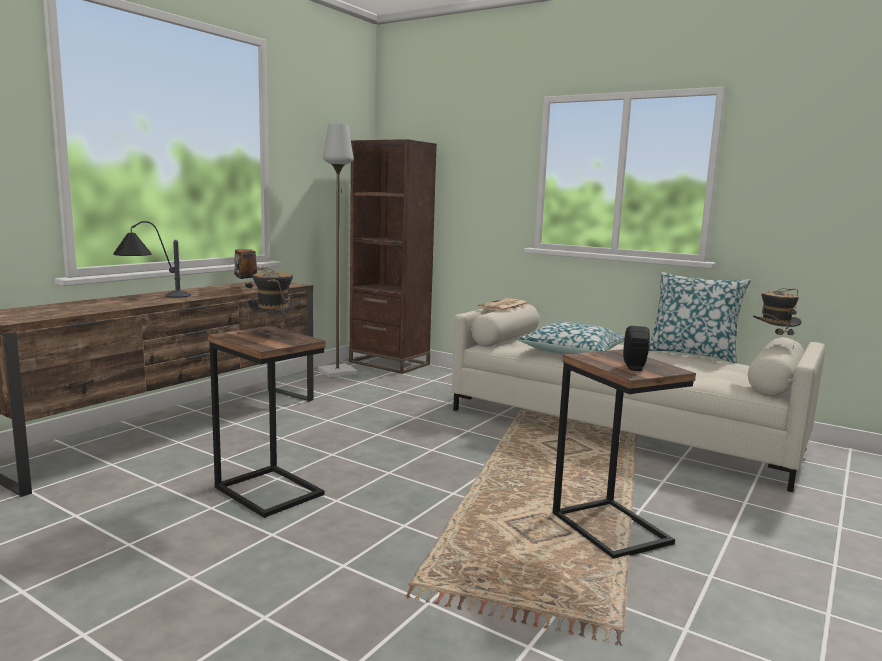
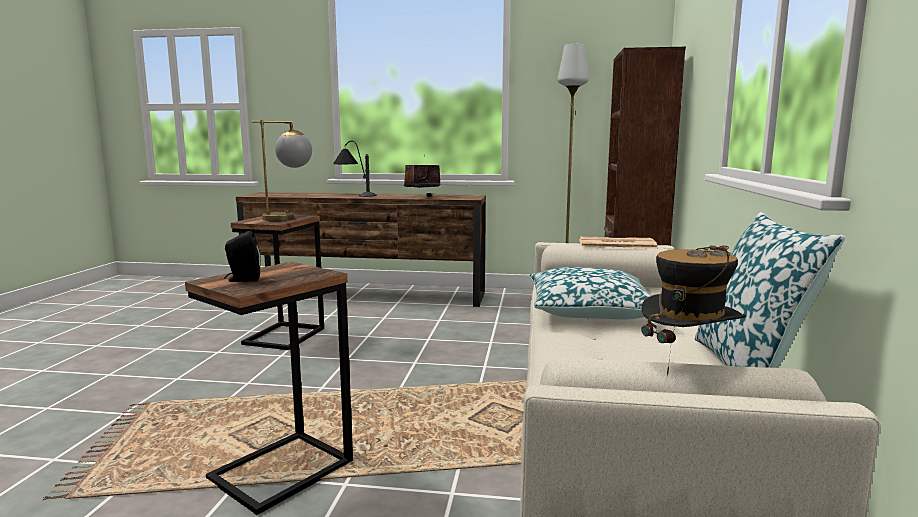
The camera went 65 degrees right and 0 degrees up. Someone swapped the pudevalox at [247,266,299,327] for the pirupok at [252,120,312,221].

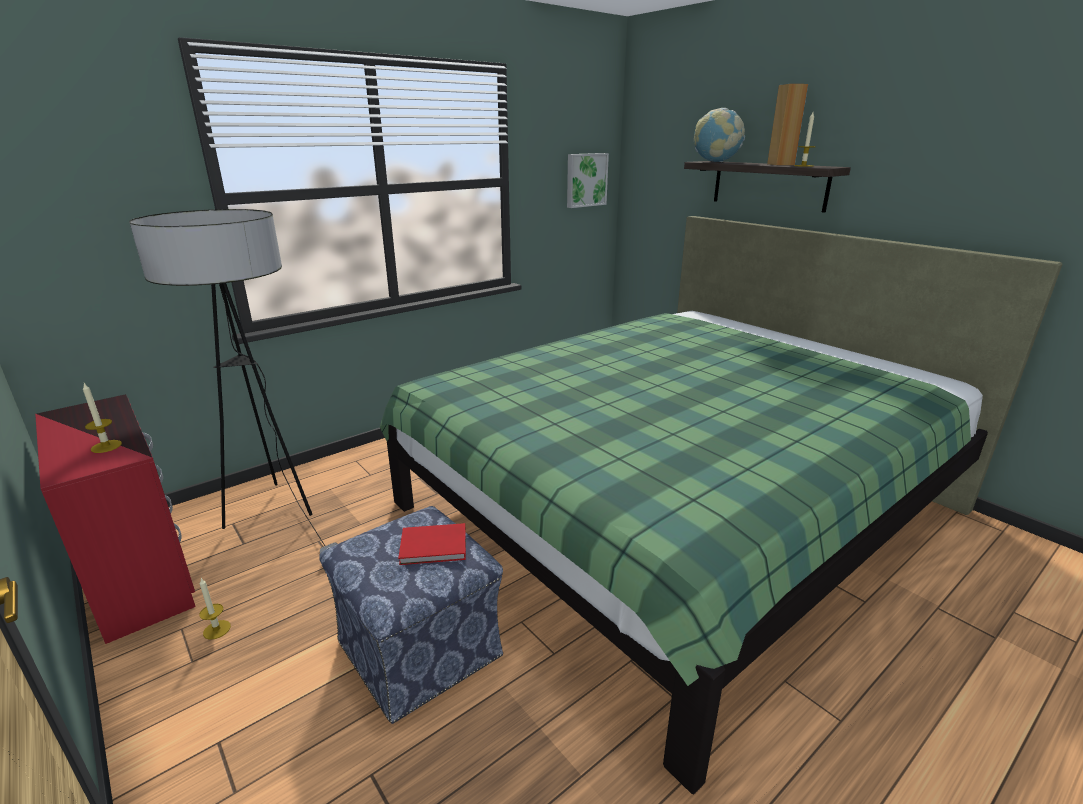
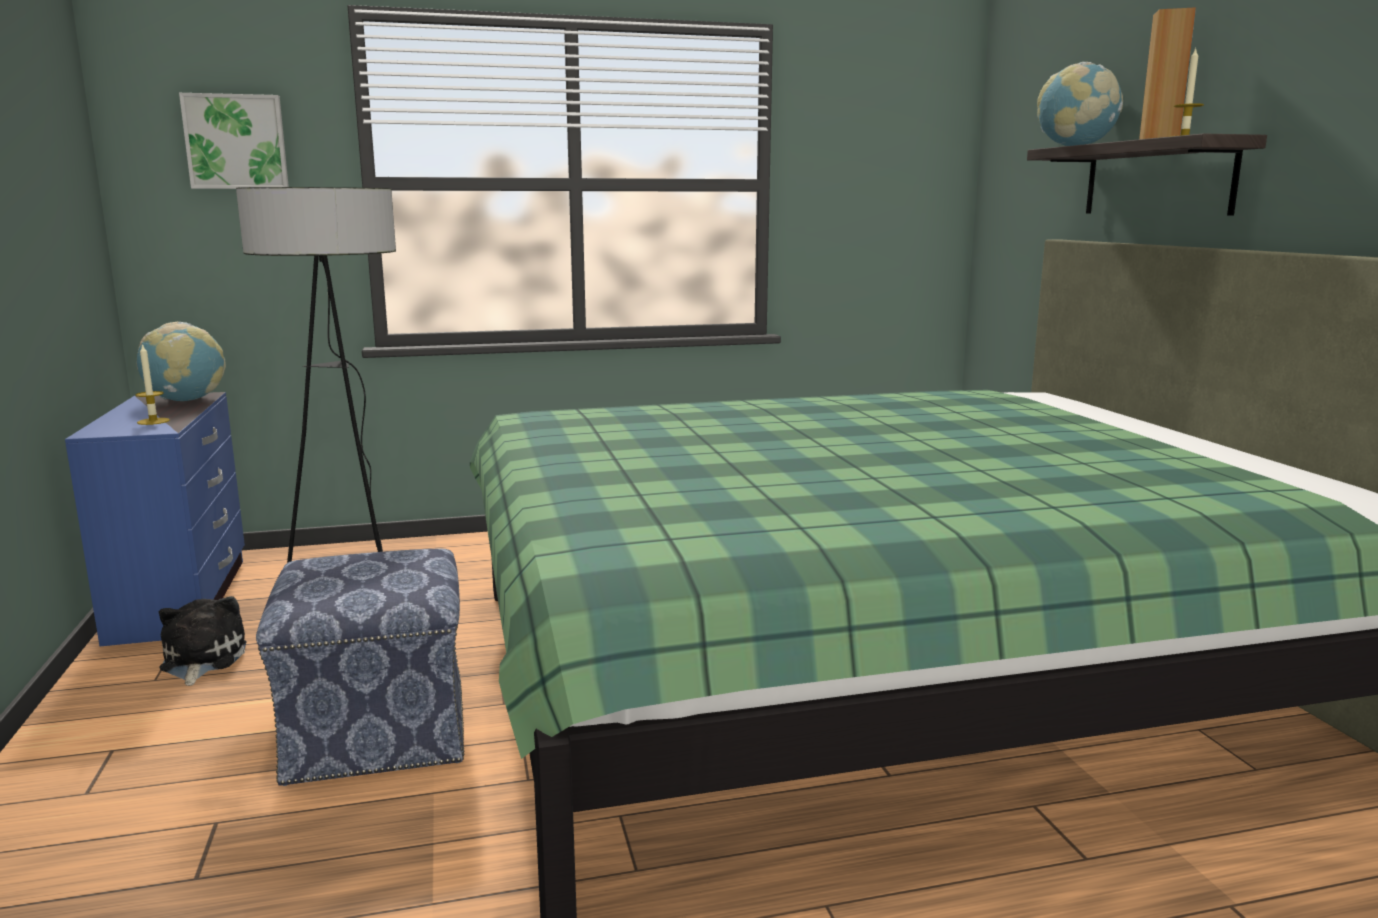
The camera went 25 degrees right and 10 degrees down. Someone repainted the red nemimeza at [35,394,196,644], which became the blue nemimeza at [65,392,245,646]. Someone put down the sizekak at [136,322,226,401]. Someone swapped the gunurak at [199,578,231,640] for the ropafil at [159,596,246,686]. Someone carried the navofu from [567,153,609,208] to [179,93,289,189]. Someone took away the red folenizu at [398,523,466,565].

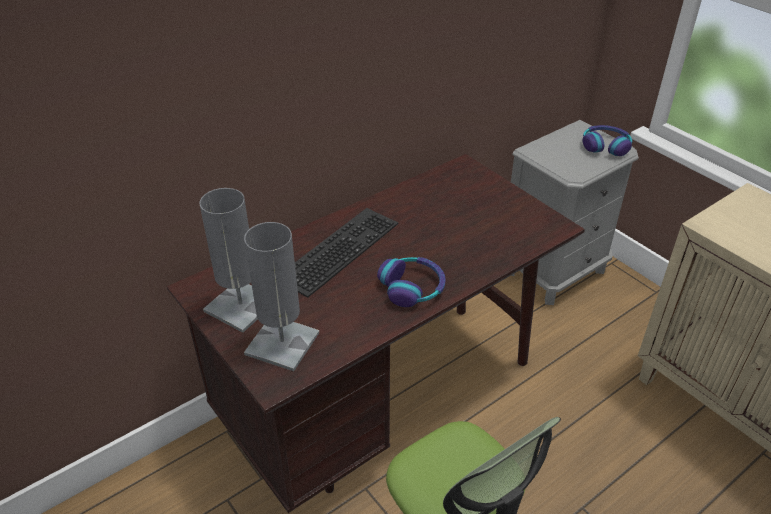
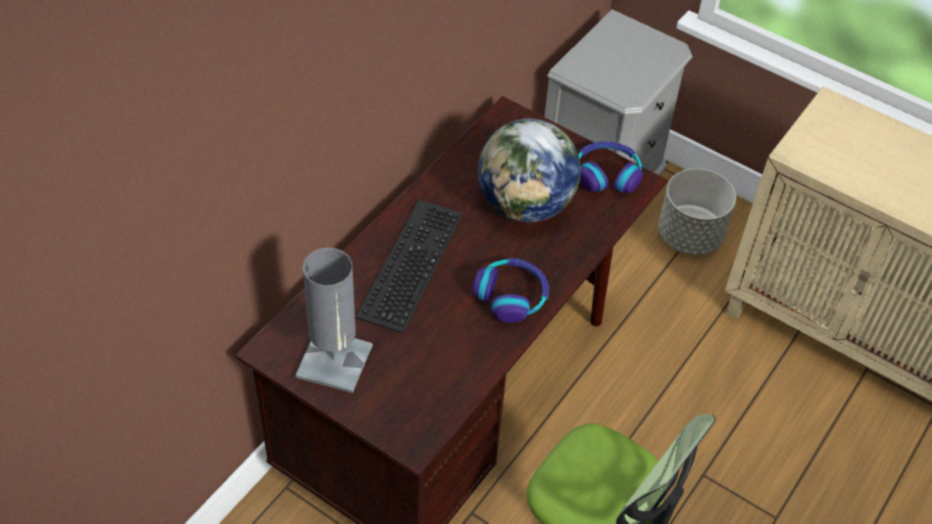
The camera went 20 degrees left and 10 degrees up. Someone put down the sizekak at [478,119,581,222]. Someone carried the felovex from [582,125,632,156] to [579,141,643,193]. Someone put down the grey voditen at [658,168,736,255]. Someone took away the grey pirupok at [244,222,319,371].

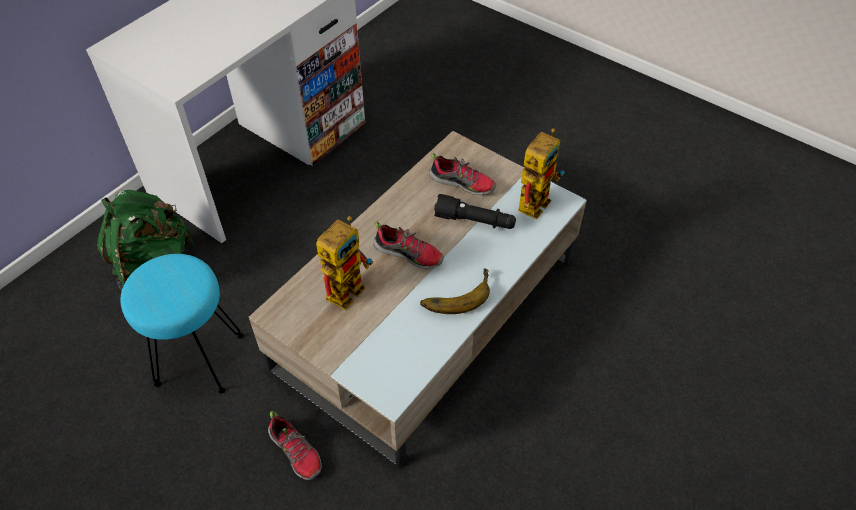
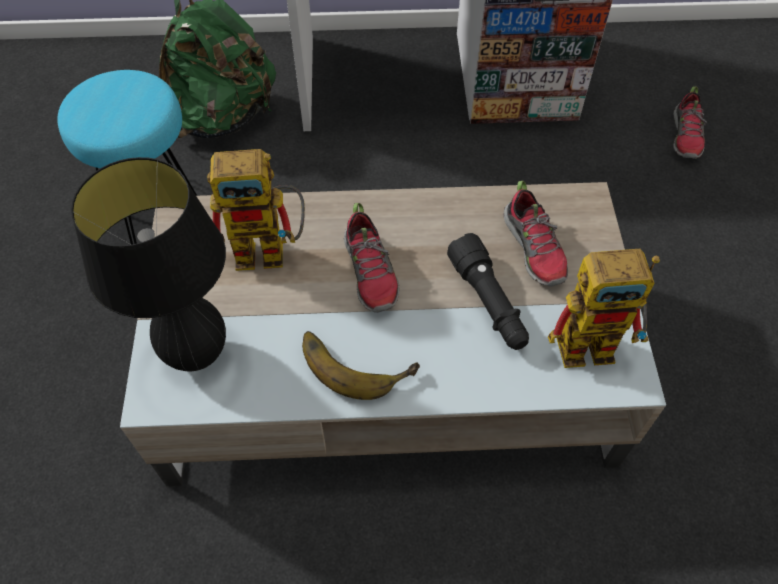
The camera went 50 degrees right and 5 degrees up. Someone put down the black pirupok at [71,157,226,371]. Someone carried the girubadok from [268,411,322,480] to [673,86,707,159].

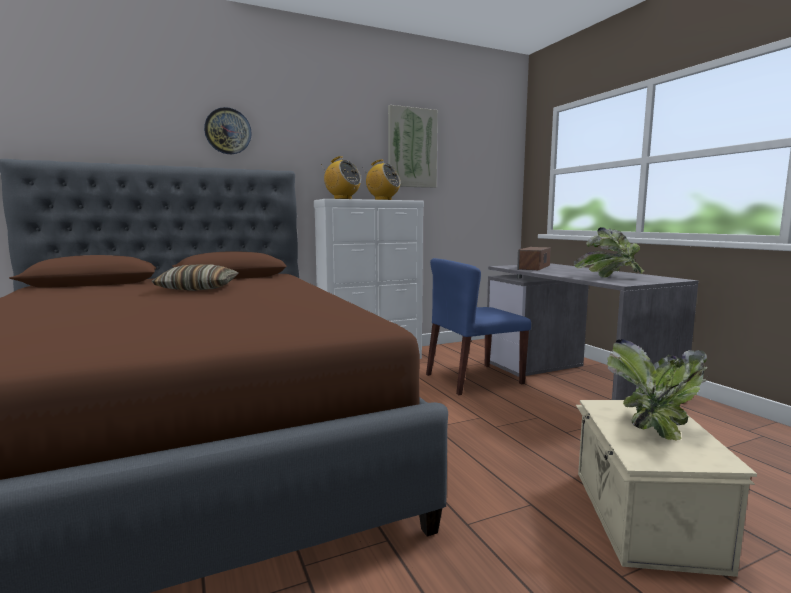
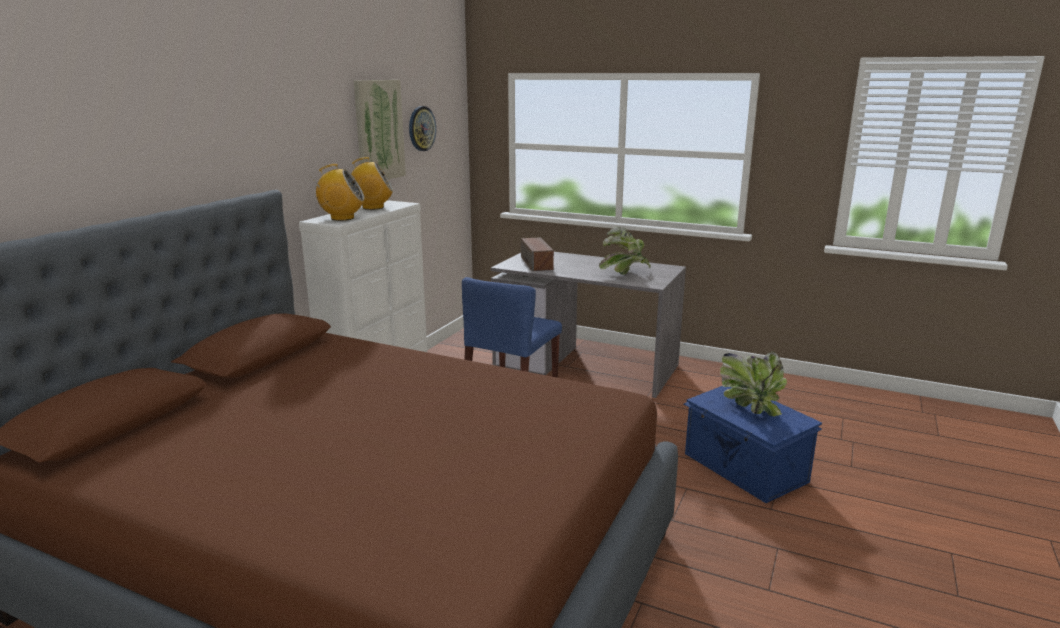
The camera went 40 degrees left and 10 degrees up. Someone carried the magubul from [204,107,252,154] to [409,106,436,151]. Someone repainted the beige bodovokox at [576,400,757,577], which became the blue bodovokox at [684,386,822,503]. Someone took away the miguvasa at [152,264,239,291].

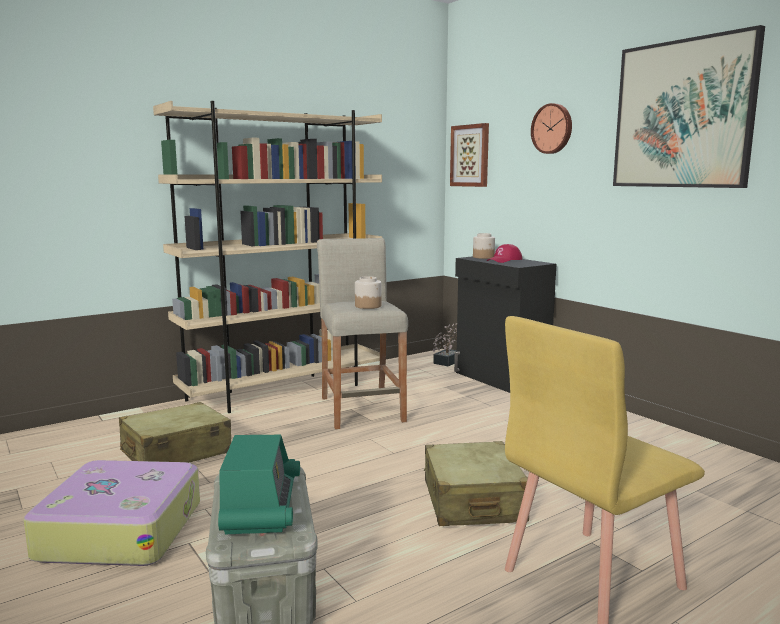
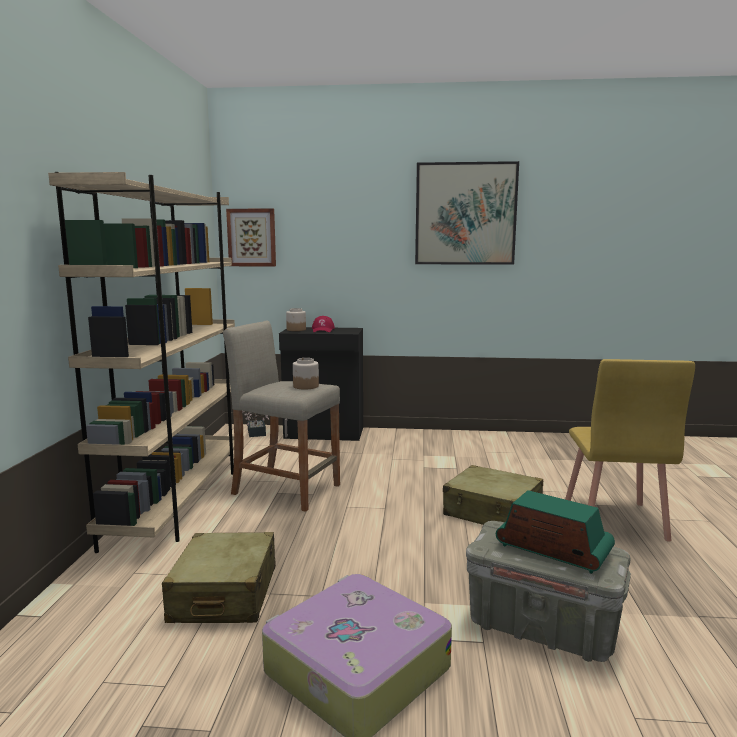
The camera went 50 degrees left and 0 degrees up. Someone took away the magubul at [531,103,572,154].

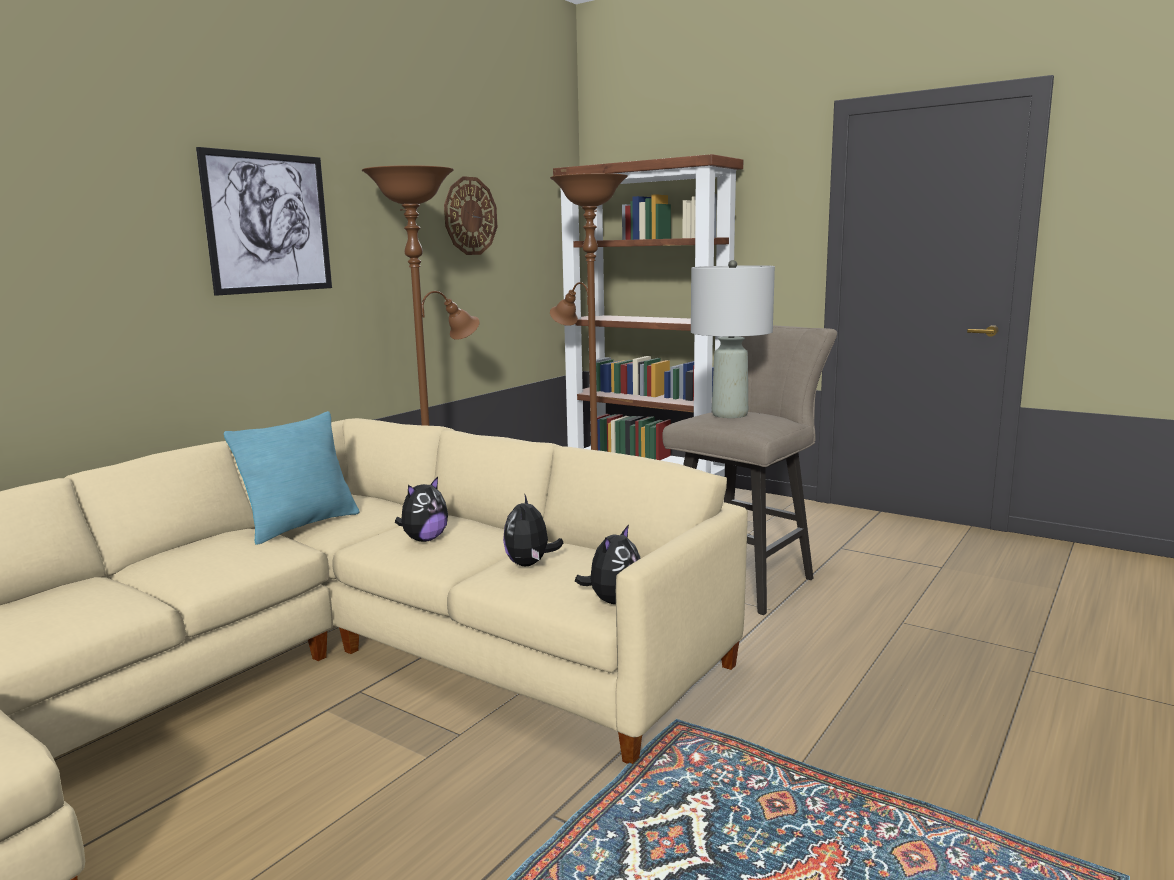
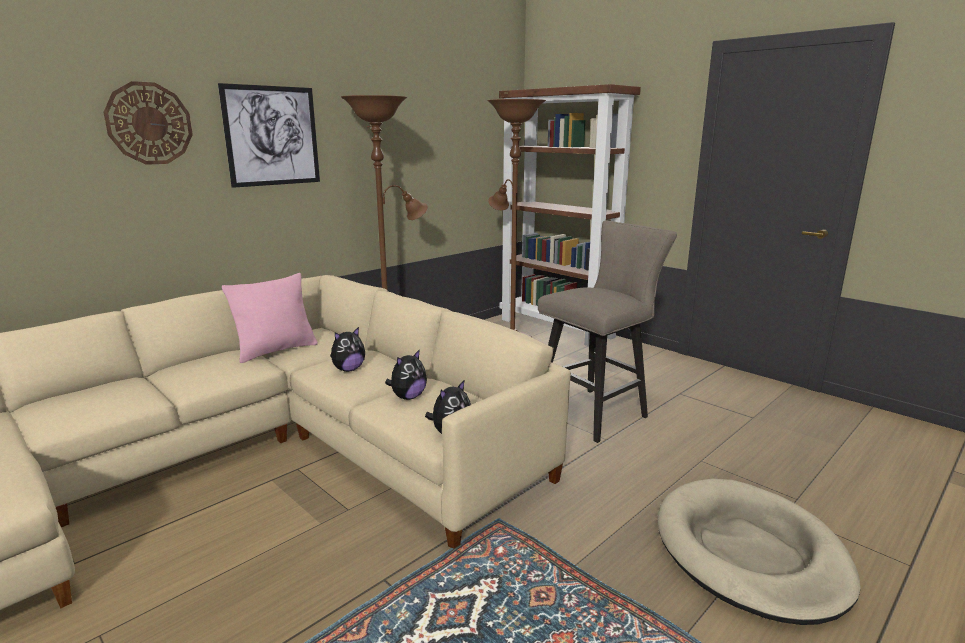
The camera went 10 degrees right and 5 degrees up. Someone carried the magubul from [444,176,497,255] to [103,81,193,165]. Someone repainted the turquoise miguvasa at [224,411,360,544], which became the pink miguvasa at [222,273,318,363]. Someone rotated the ropafil at [503,493,563,566] by 150 degrees counterclockwise. Someone put down the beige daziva at [658,479,861,625]. Someone took away the grey pirupok at [691,260,775,418].

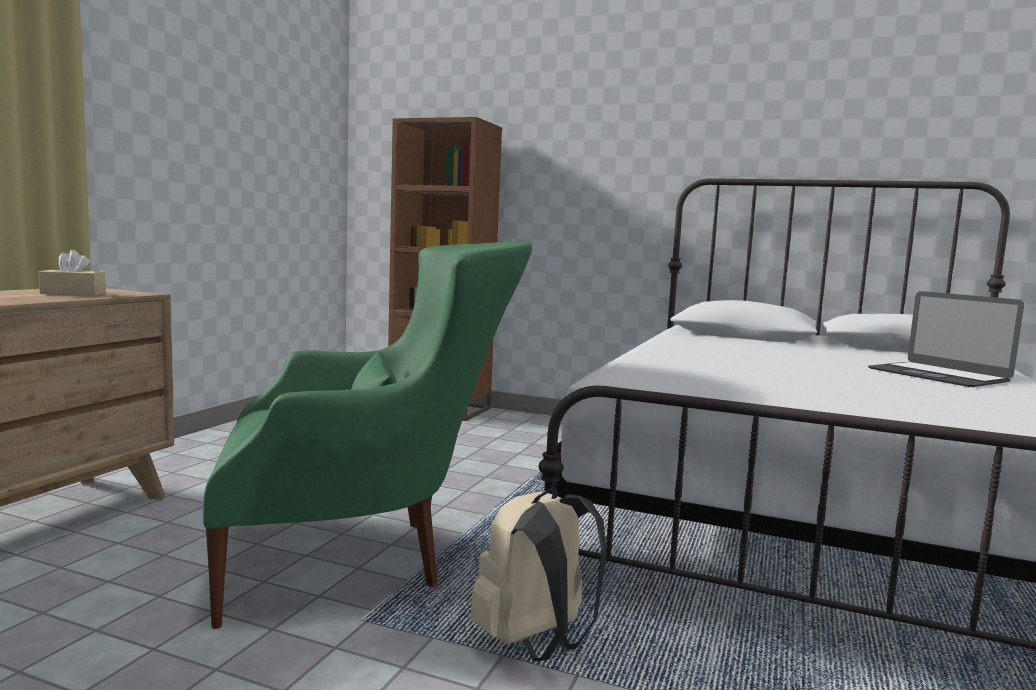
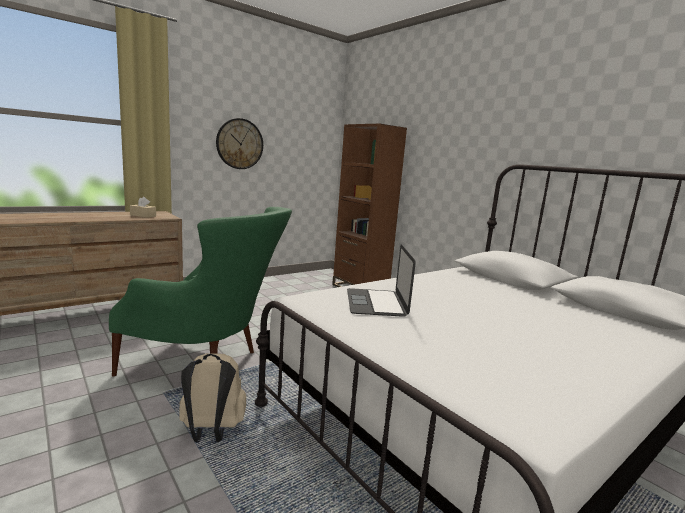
The camera went 30 degrees right and 5 degrees up. Someone put up the magubul at [216,118,263,169]. Someone carried the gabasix from [868,291,1024,387] to [347,244,416,317].

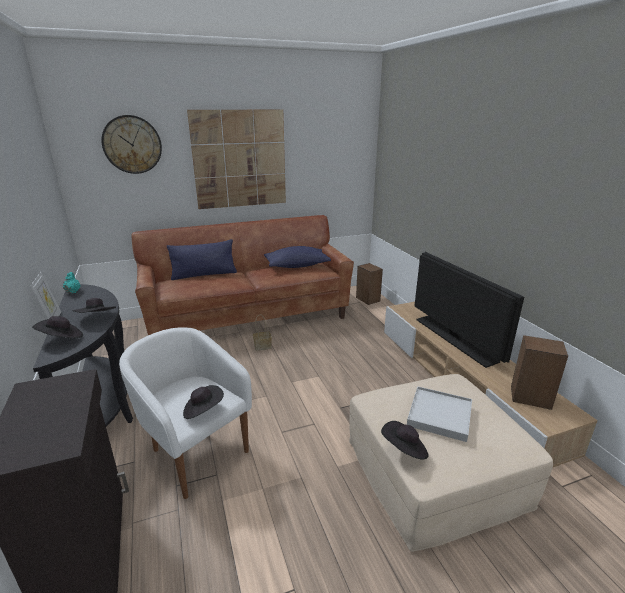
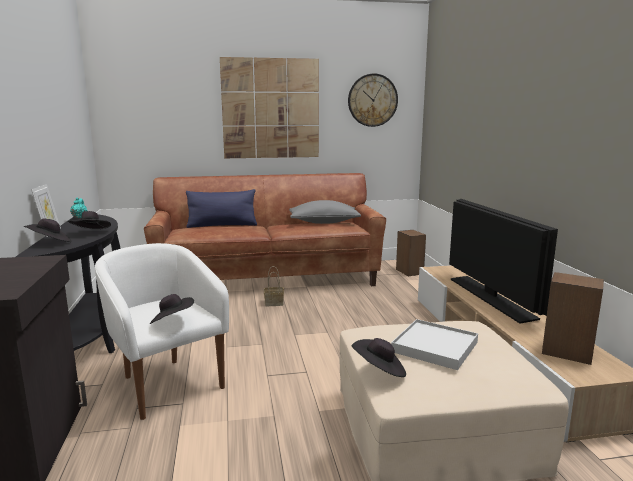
The camera went 10 degrees right and 10 degrees down. Someone repainted the blue miguvasa at [264,246,331,268], which became the grey miguvasa at [289,200,361,224]. Someone carried the magubul from [101,115,162,174] to [348,73,398,127].

